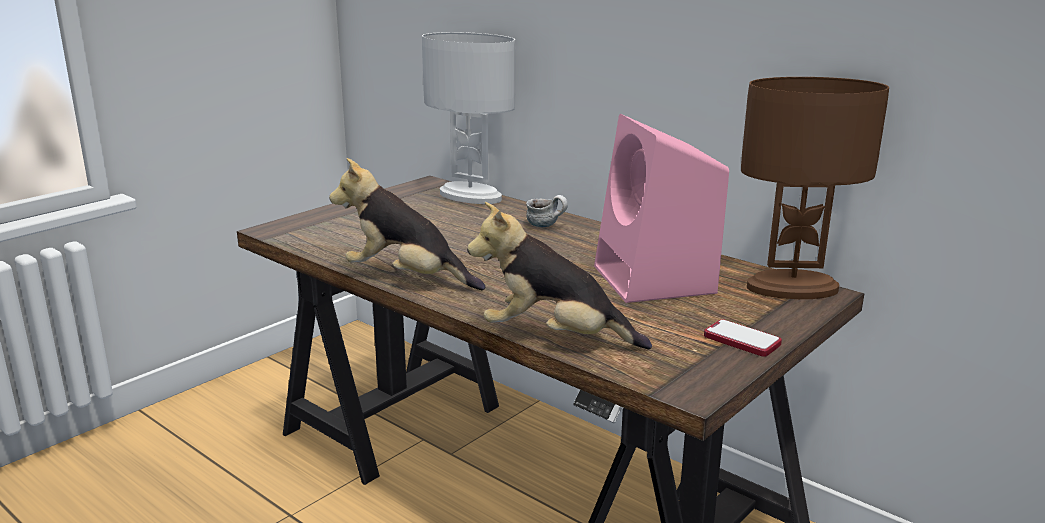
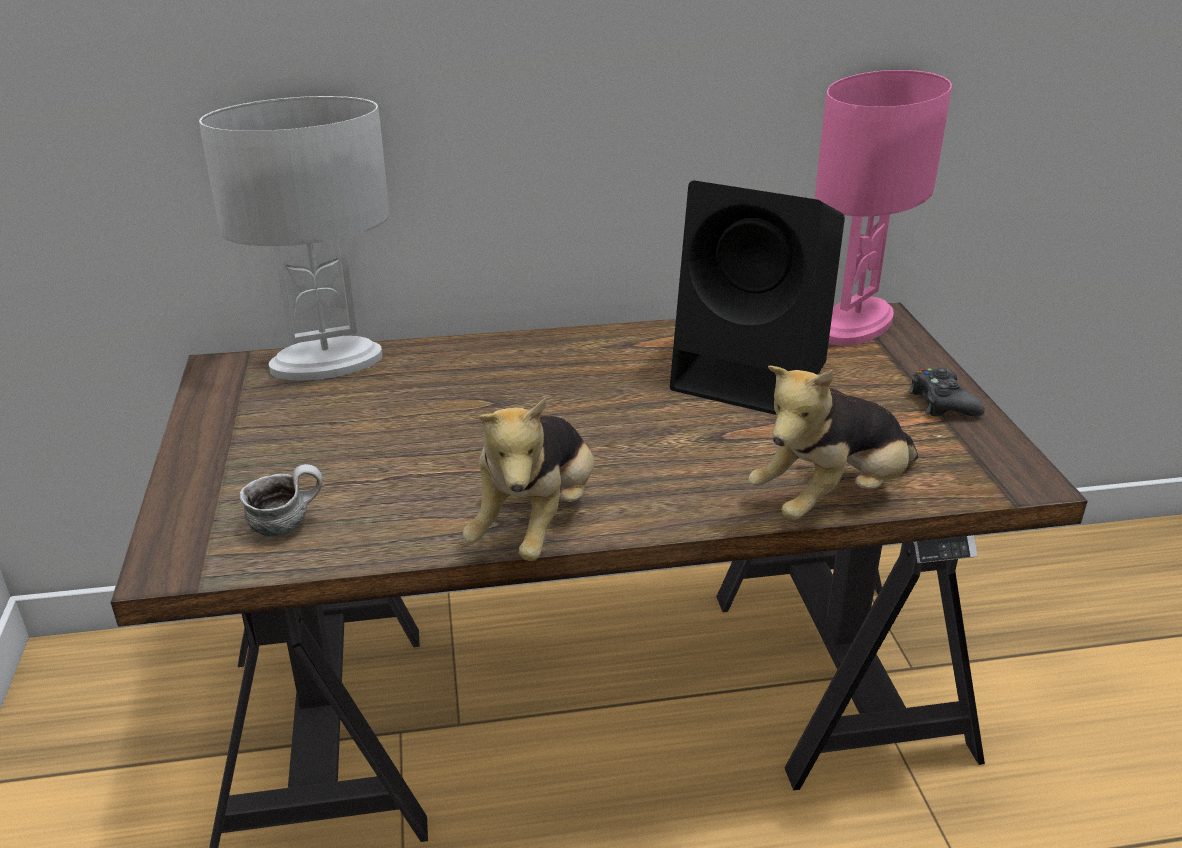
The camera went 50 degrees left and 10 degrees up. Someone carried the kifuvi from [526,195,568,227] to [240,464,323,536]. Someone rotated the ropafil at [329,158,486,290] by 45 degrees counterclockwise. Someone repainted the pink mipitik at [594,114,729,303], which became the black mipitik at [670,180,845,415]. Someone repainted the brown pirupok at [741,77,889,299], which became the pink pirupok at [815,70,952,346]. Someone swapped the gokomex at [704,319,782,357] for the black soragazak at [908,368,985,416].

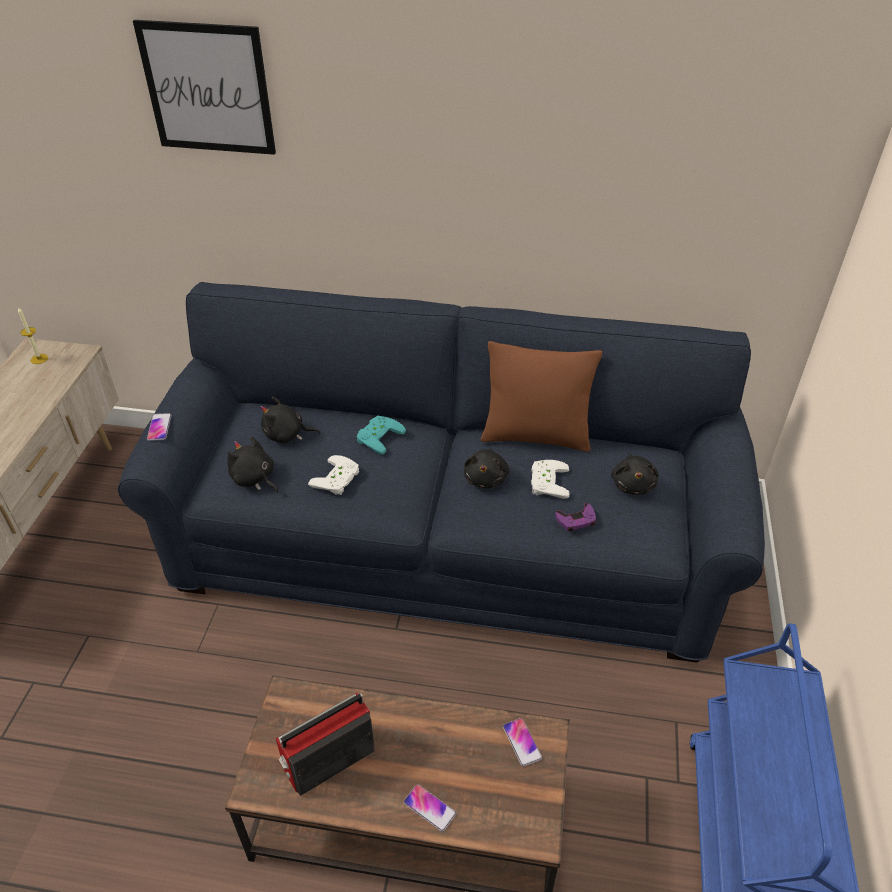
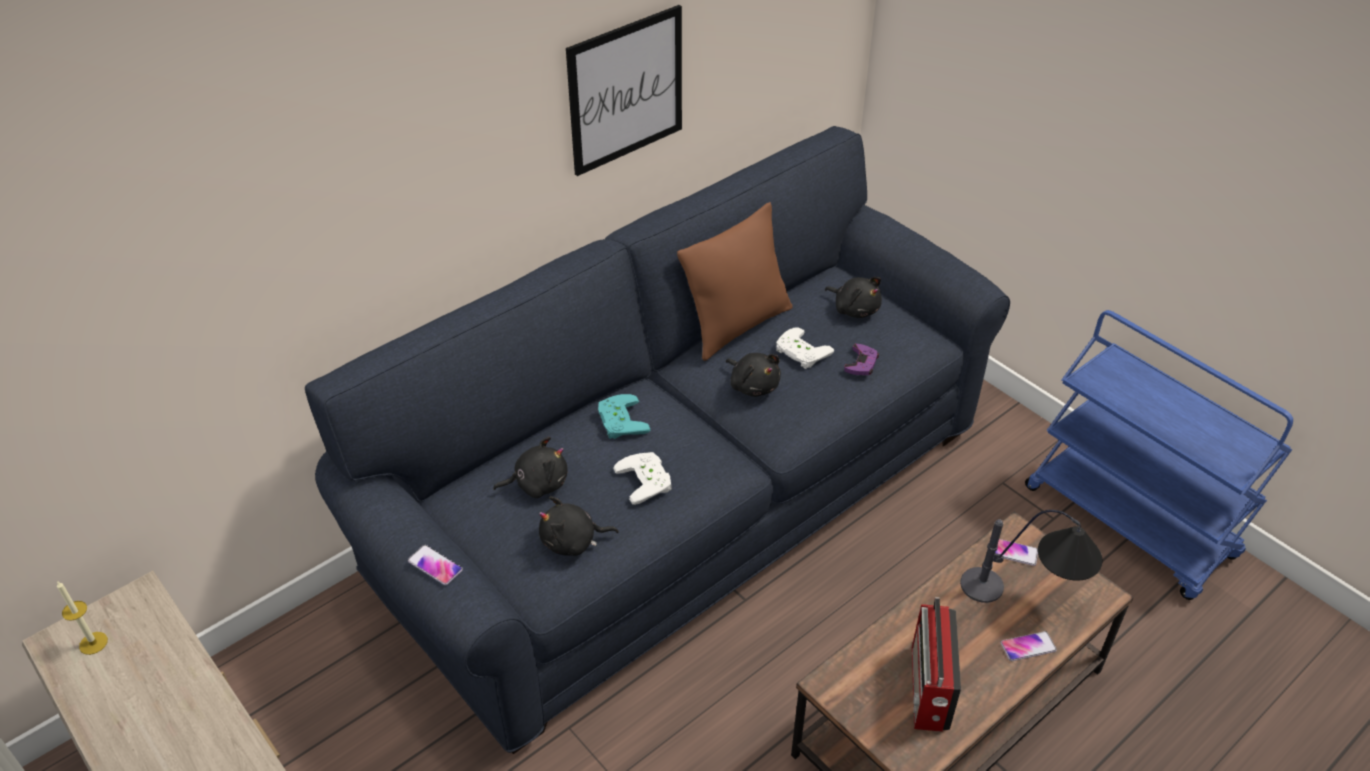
The camera went 50 degrees left and 0 degrees up. Someone rotated the black ropafil at [260,397,321,443] by 150 degrees counterclockwise. Someone carried the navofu from [133,20,276,155] to [566,5,682,176]. Someone put down the pirupok at [960,510,1103,603].

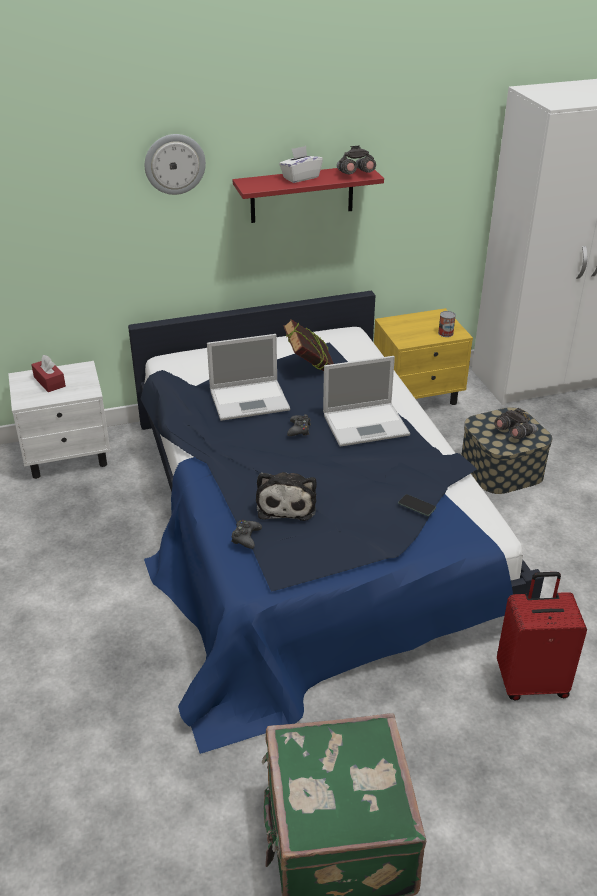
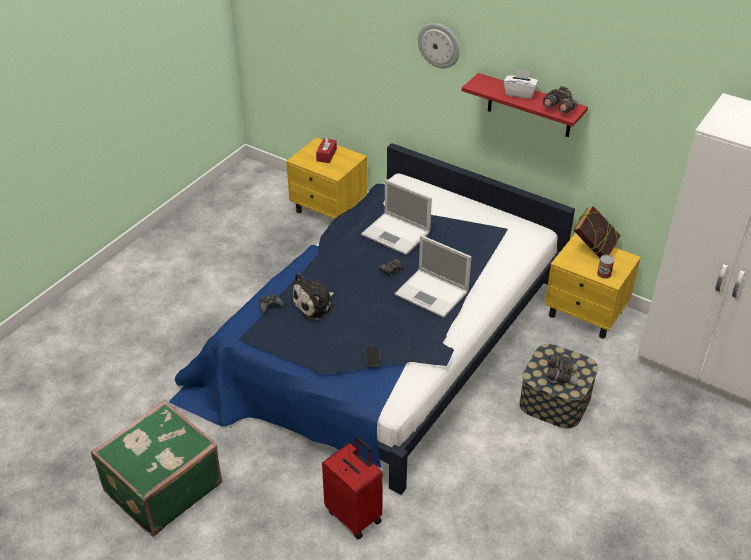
The camera went 50 degrees right and 5 degrees up. Someone repainted the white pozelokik at [8,361,111,479], which became the yellow pozelokik at [286,137,367,219]. Someone carried the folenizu from [283,319,334,371] to [573,206,621,258].

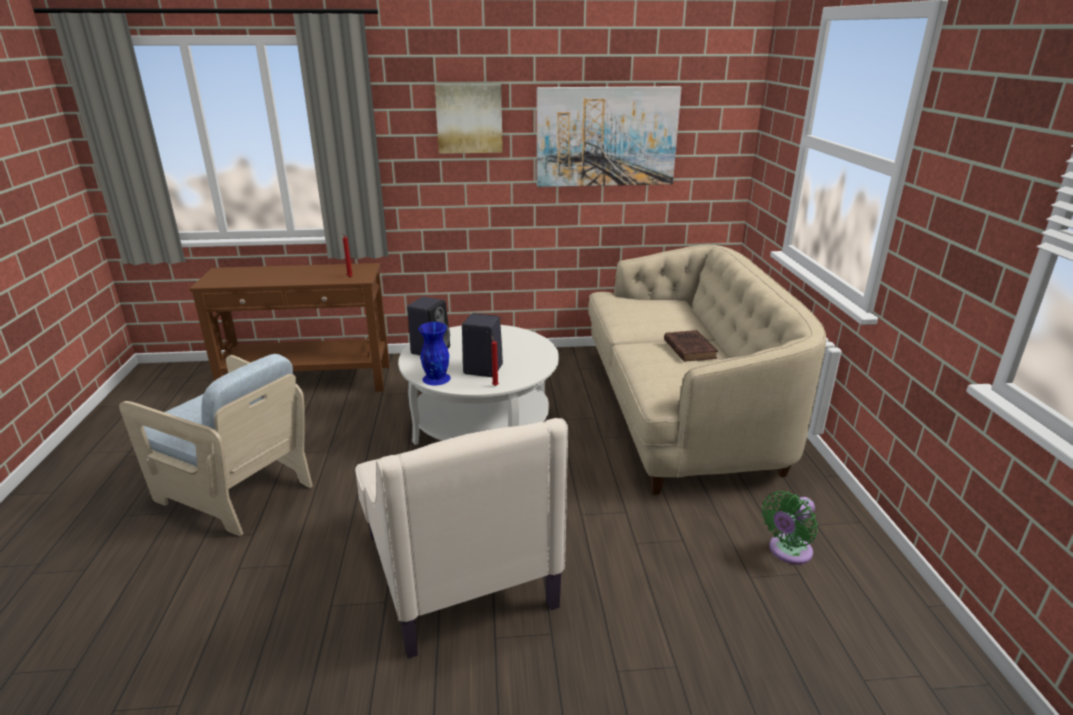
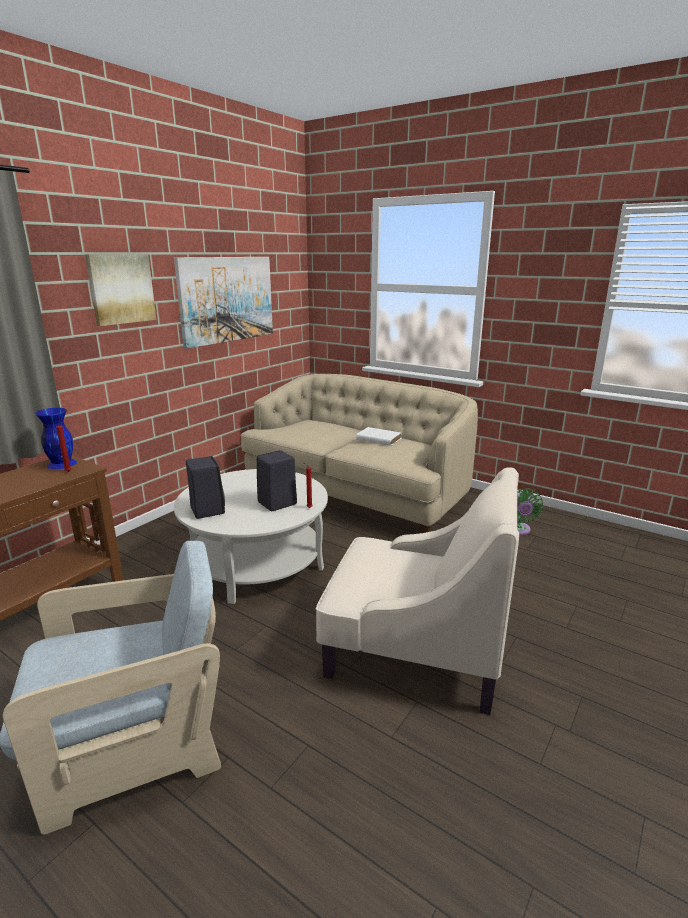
The camera went 50 degrees left and 5 degrees down. Someone carried the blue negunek from [418,322,451,385] to [36,408,77,469]. Someone repainted the brown folenizu at [664,330,718,362], which became the white folenizu at [356,427,401,446].

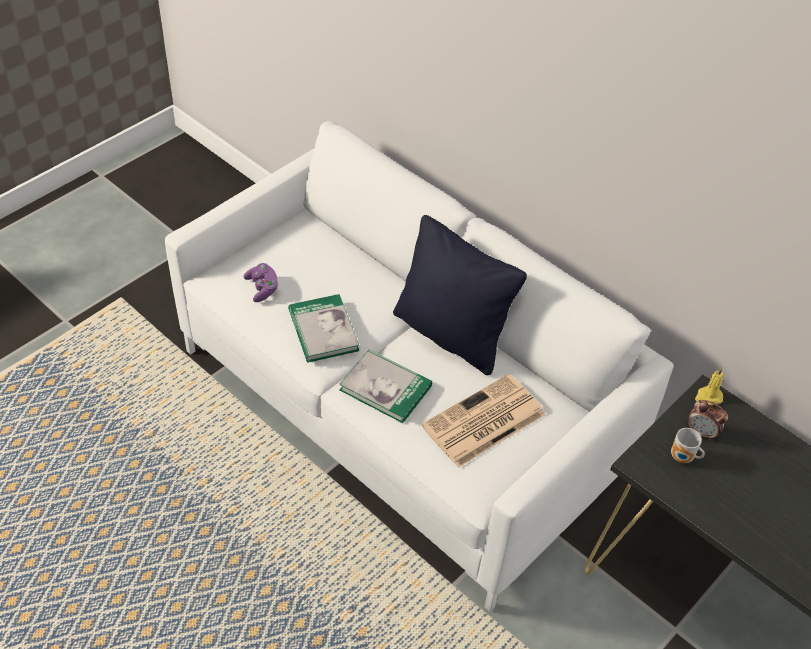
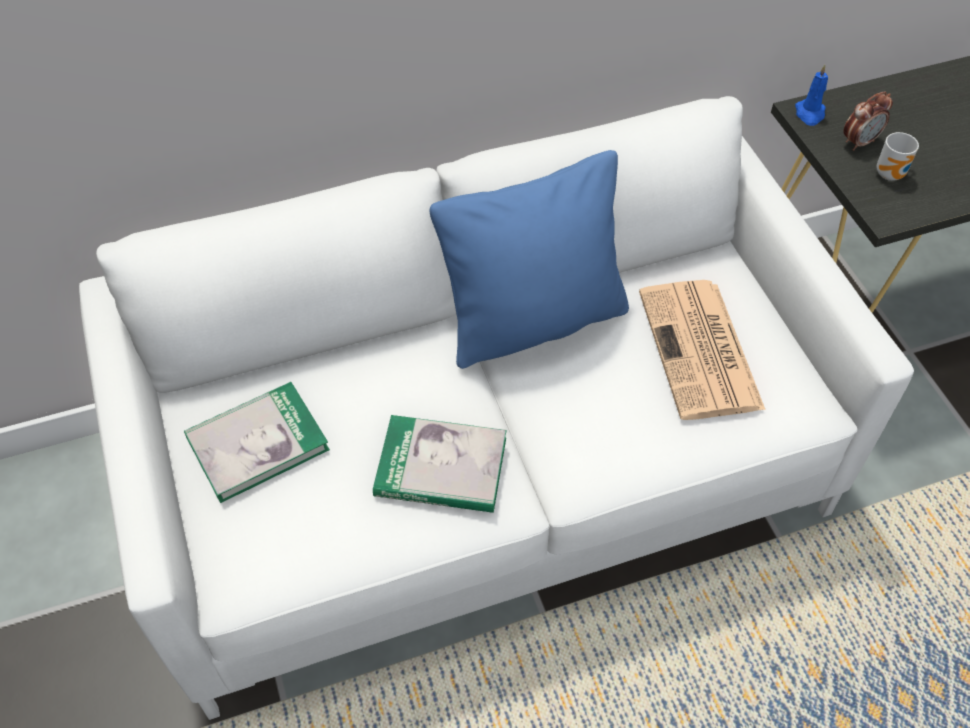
The camera went 60 degrees left and 5 degrees up. Someone carried the folenizu from [339,349,432,423] to [184,382,330,503]. Someone repainted the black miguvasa at [393,215,527,375], which became the blue miguvasa at [430,150,629,369]. Someone repainted the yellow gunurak at [695,367,724,405], which became the blue gunurak at [795,65,828,126]. Someone took away the purple soragazak at [244,263,278,302].

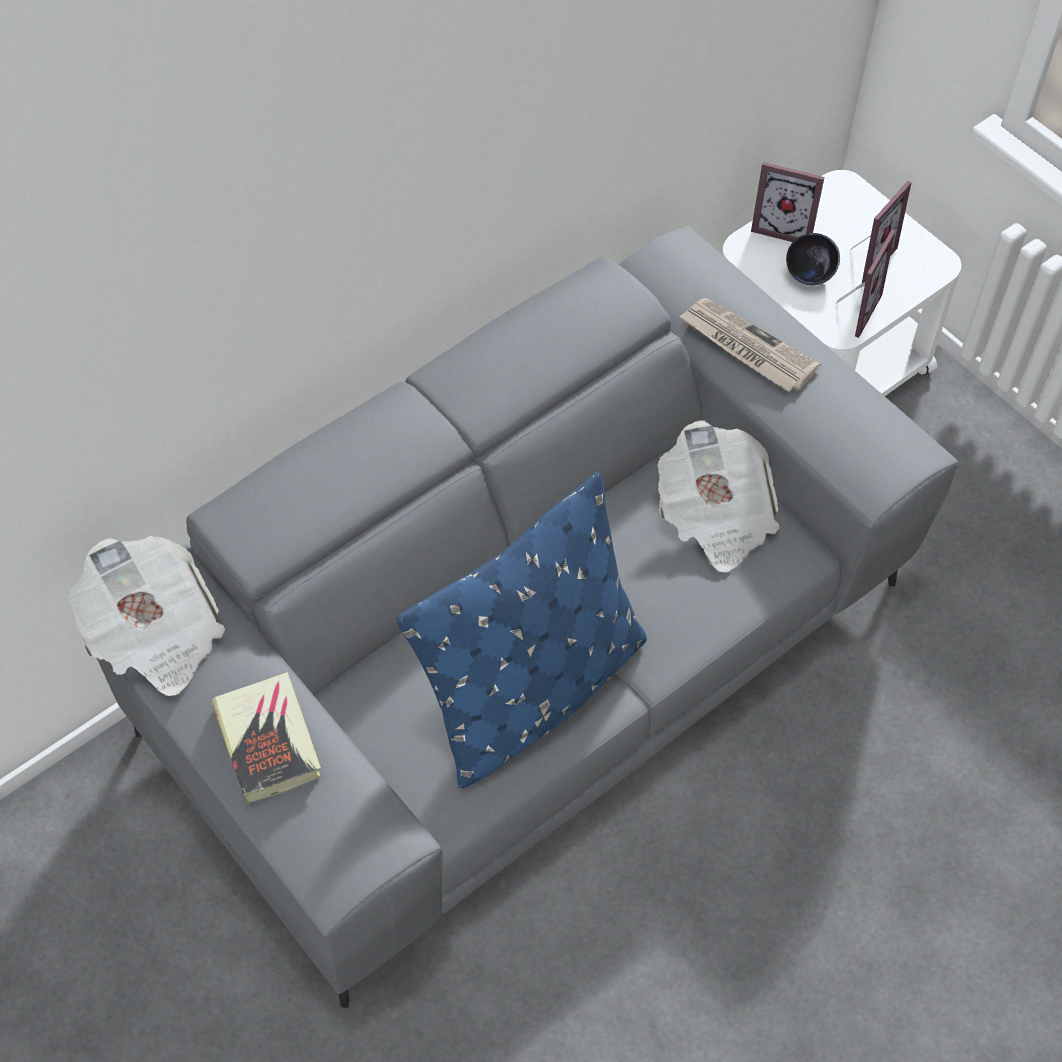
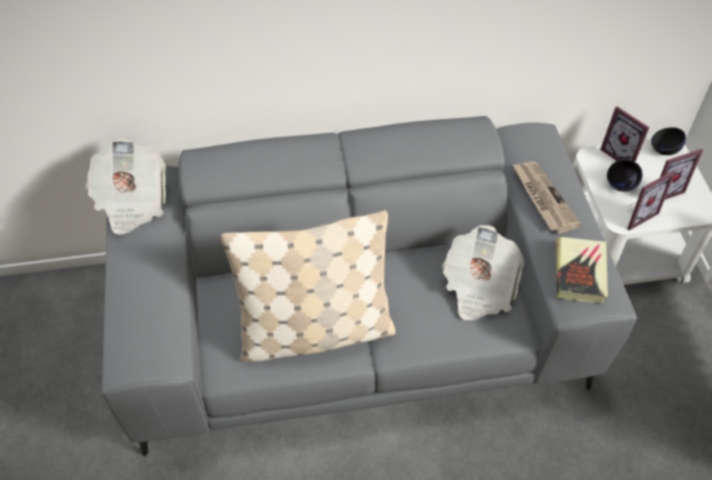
The camera went 30 degrees right and 5 degrees down. Someone repainted the blue miguvasa at [397,472,647,788], which became the beige miguvasa at [221,210,396,362]. Someone carried the folenizu from [211,672,321,804] to [556,237,608,303]. Someone put down the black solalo at [651,127,686,155].

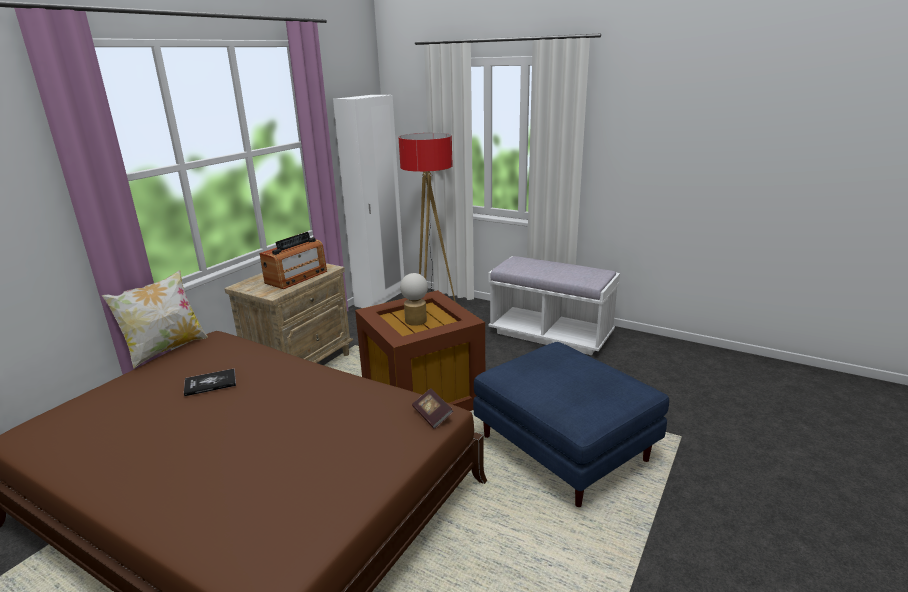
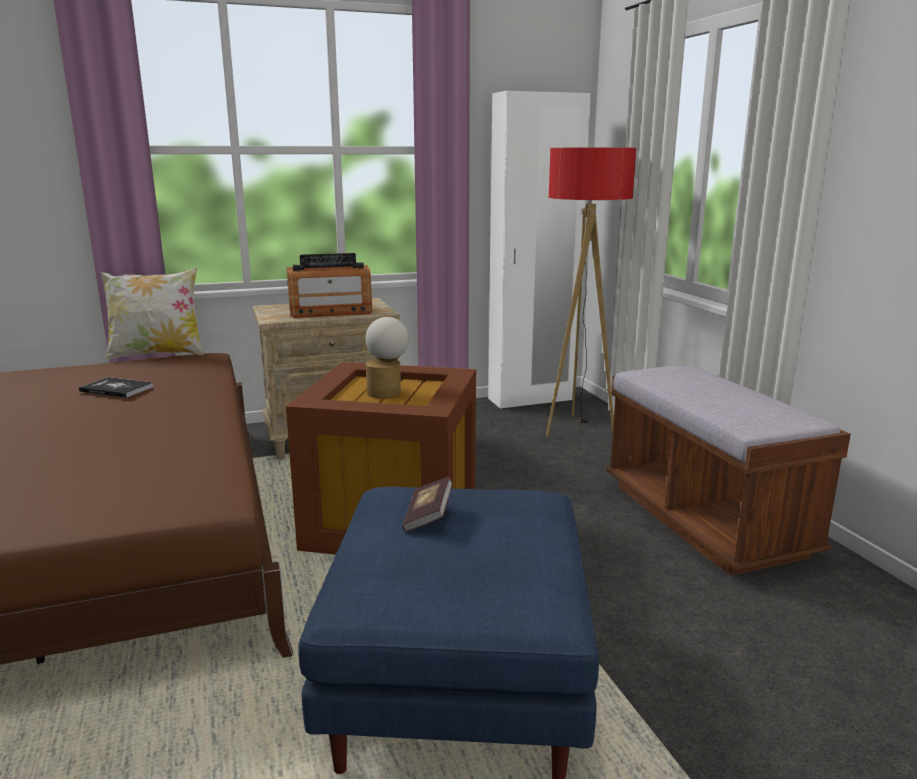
The camera went 40 degrees right and 5 degrees down. Someone carried the folenizu from [412,388,453,429] to [402,476,453,532]. Someone repainted the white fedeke at [488,256,620,355], which became the brown fedeke at [606,366,851,576].

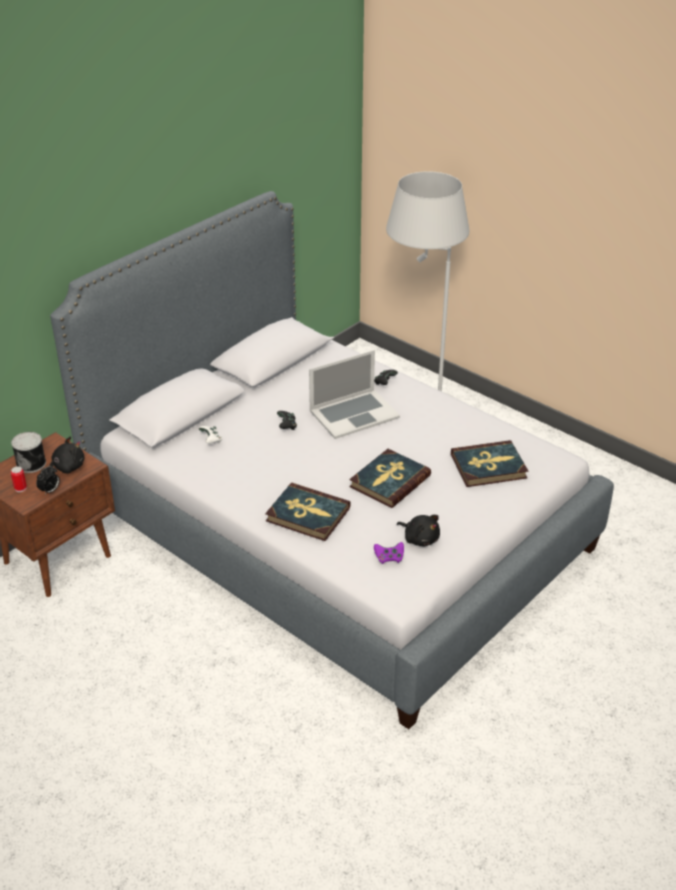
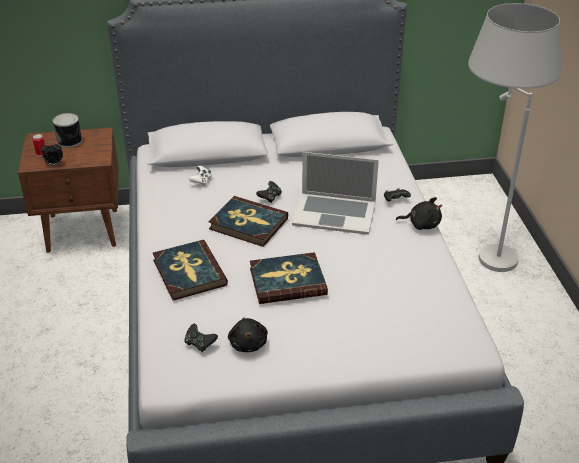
The camera went 40 degrees right and 0 degrees up. Someone repainted the purple soragazak at [374,542,404,564], which became the black soragazak at [184,323,218,352]. Someone carried the folenizu from [451,440,528,487] to [208,196,288,247]. Someone carried the black ropafil from [40,436,84,474] to [396,197,442,230].

